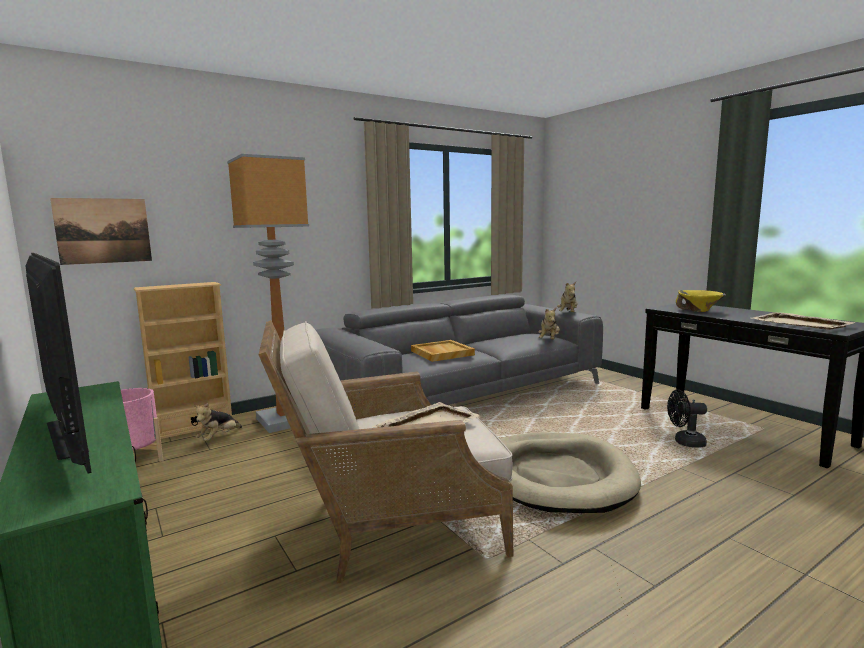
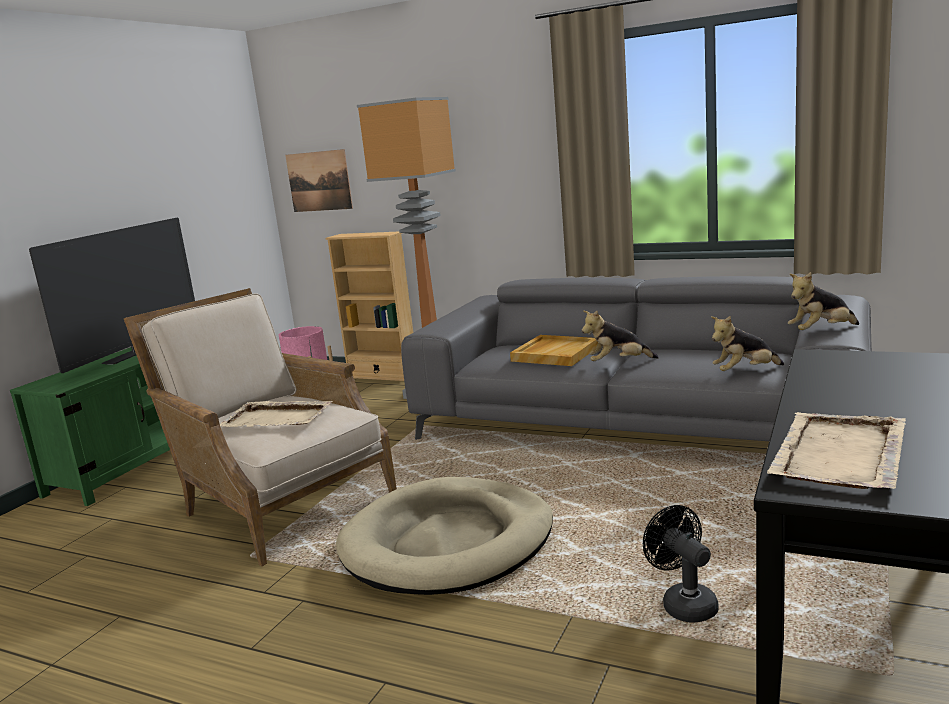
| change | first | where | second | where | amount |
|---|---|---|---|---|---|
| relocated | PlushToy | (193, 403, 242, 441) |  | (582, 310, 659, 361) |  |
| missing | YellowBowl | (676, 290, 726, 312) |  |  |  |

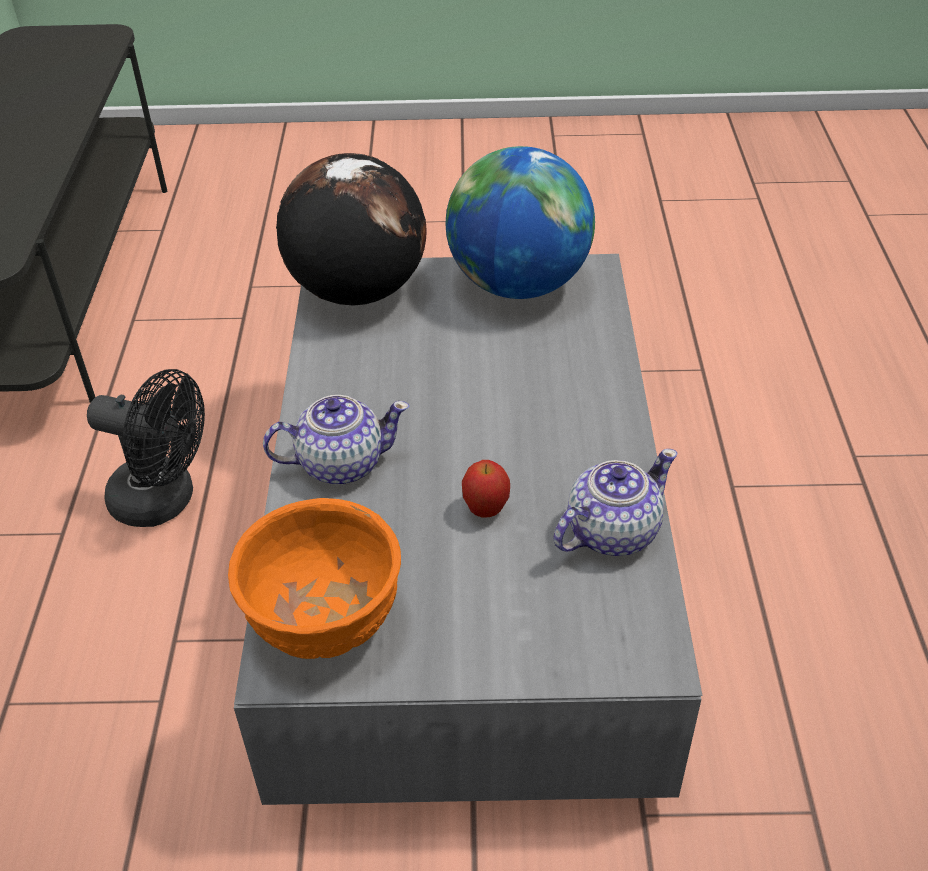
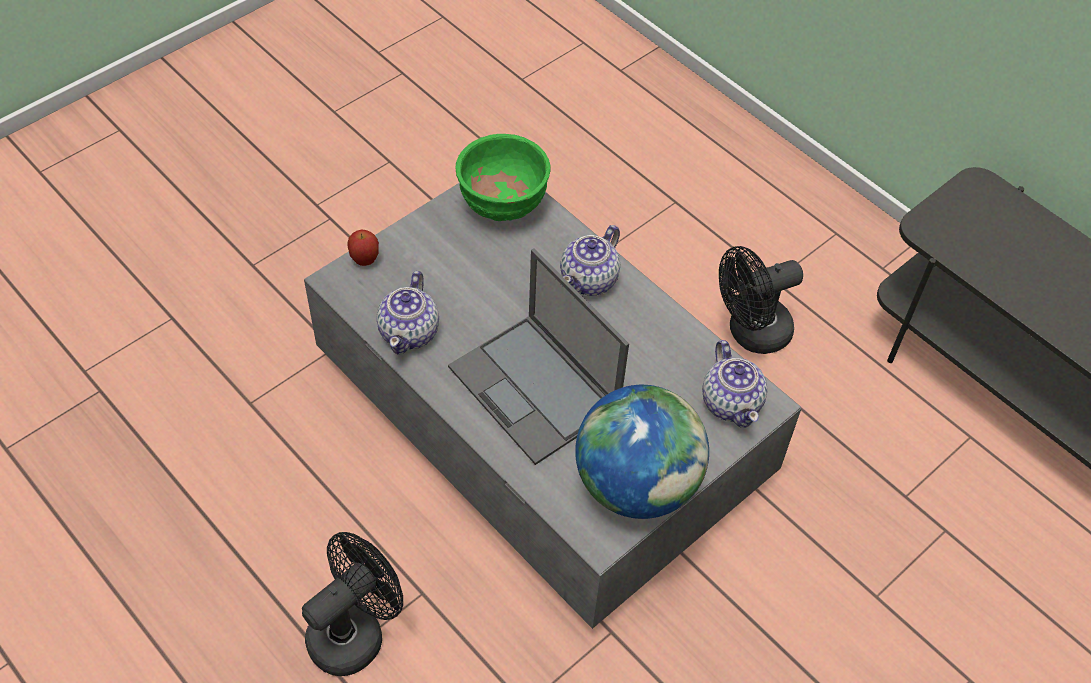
| change | first | where | second | where | amount |
|---|---|---|---|---|---|
| appeared |  |  | BlackFan | (302, 532, 403, 676) |  |
| relocated | Apple | (462, 460, 510, 518) |  | (347, 229, 379, 266) |  |
| appeared |  |  | Laptop | (448, 248, 629, 465) |  |
| colour | OrangeBowl | (228, 498, 401, 659) | GreenBowl | (455, 134, 550, 221) |  |
| exchanged | Globe | (276, 153, 426, 305) | Teapot | (702, 340, 768, 428) |  |

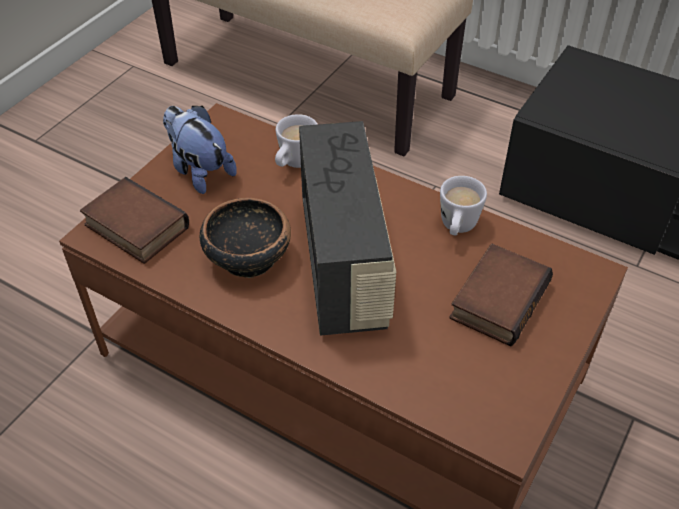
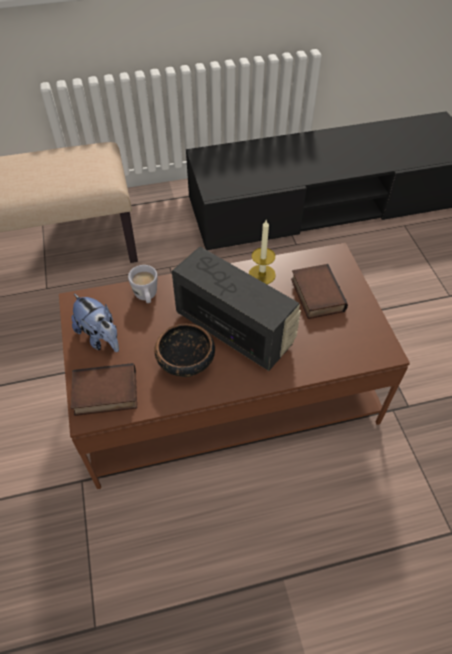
| change | first | where | second | where | amount |
|---|---|---|---|---|---|
| spun | PlushToy | (163, 106, 237, 194) |  | (71, 294, 119, 352) | 135 degrees counterclockwise |
| exchanged | WhiteMug | (440, 176, 487, 235) | Candle | (249, 219, 276, 284) |  |

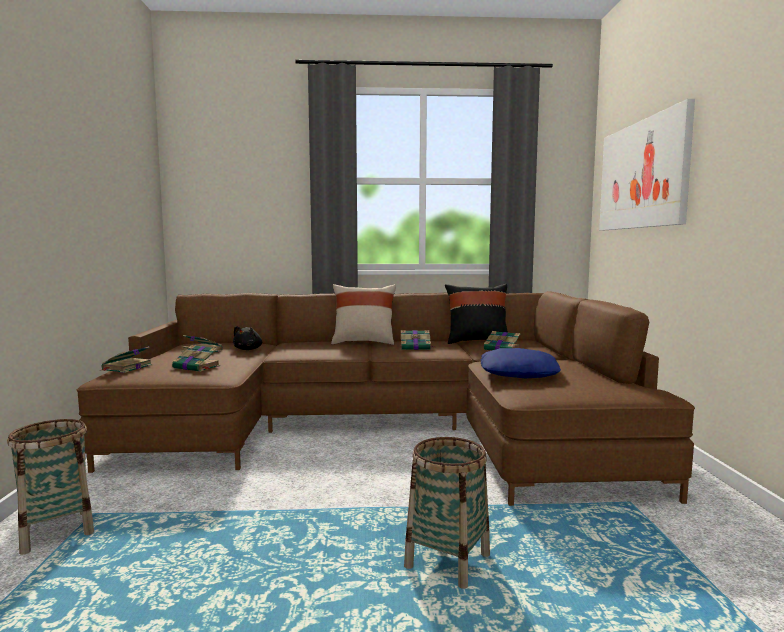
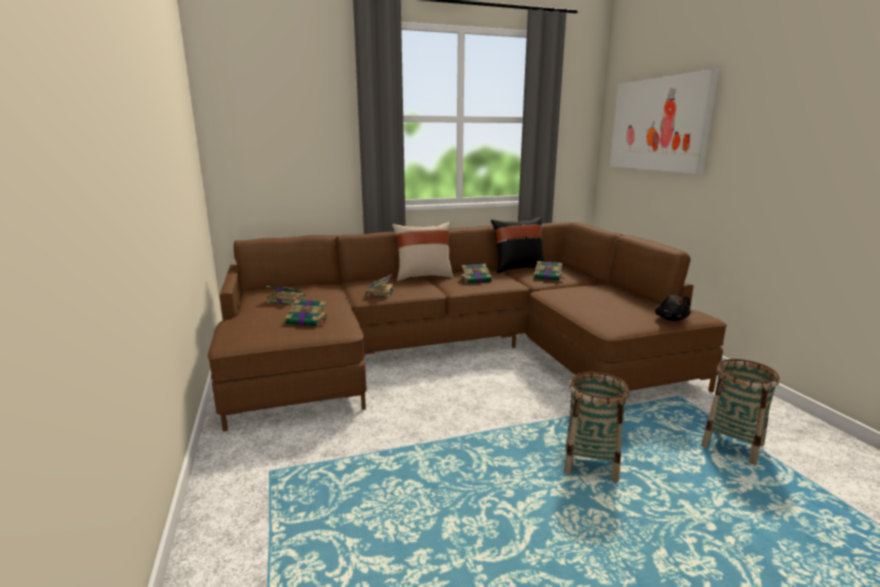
| change | first | where | second | where | amount |
|---|---|---|---|---|---|
| relocated | Book | (102, 346, 153, 373) |  | (366, 274, 395, 297) |  |
| relocated | BlackPlushToy | (233, 326, 262, 350) |  | (655, 295, 691, 321) |  |
| relocated | Basket | (7, 419, 94, 555) |  | (701, 359, 780, 465) |  |
| missing | BluePillow | (481, 348, 561, 378) |  |  |  |

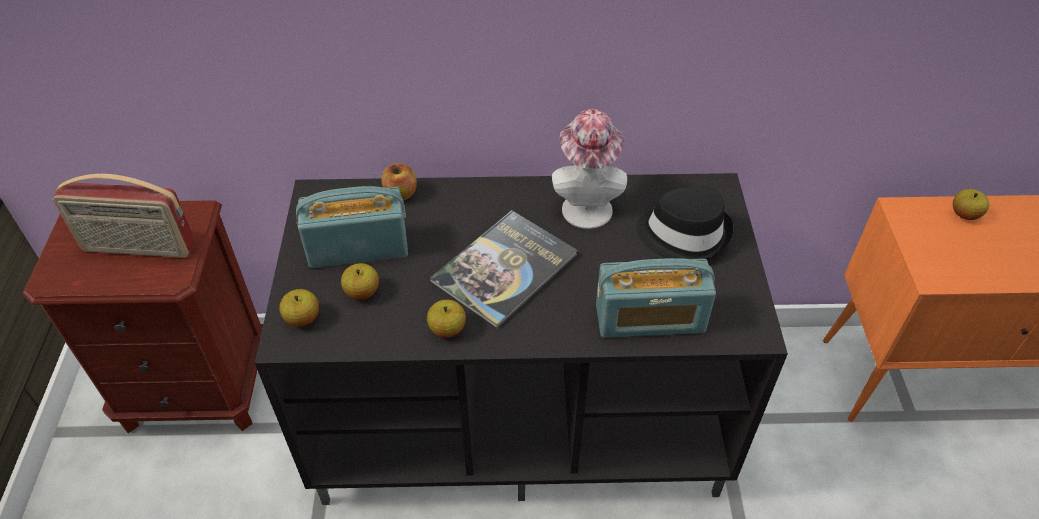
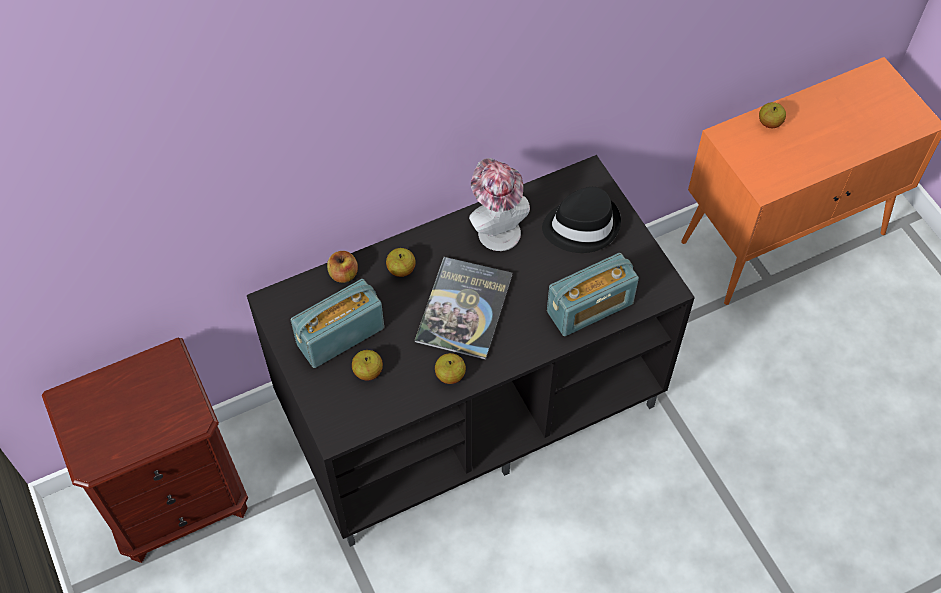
| change | first | where | second | where | amount |
|---|---|---|---|---|---|
| relocated | Apple | (279, 289, 319, 327) |  | (386, 248, 416, 277) |  |
| missing | Radio | (53, 174, 195, 258) |  |  |  |

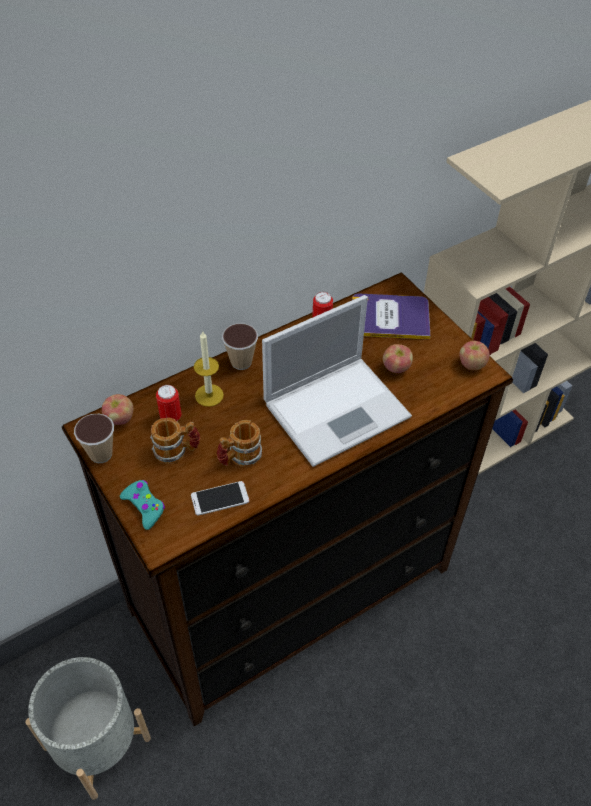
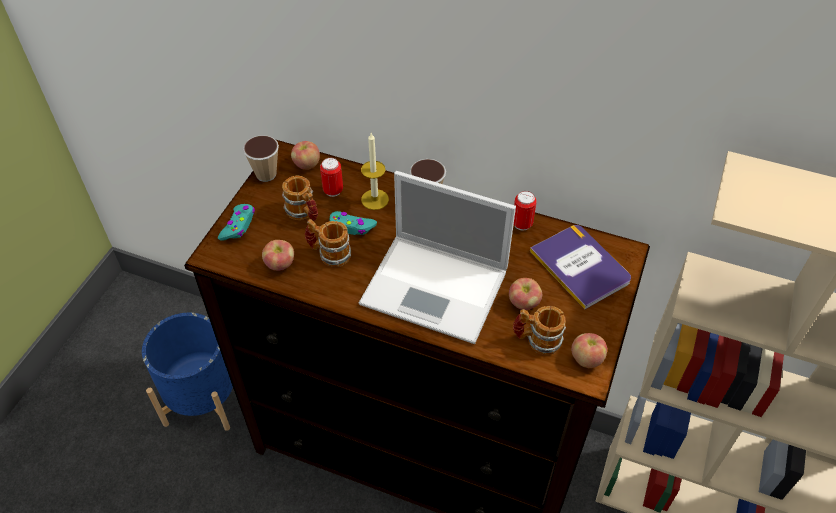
| change | first | where | second | where | amount |
|---|---|---|---|---|---|
| colour | GreyPlanter | (25, 657, 151, 800) | BluePlanter | (142, 313, 233, 431) |  |
| exchanged | Phone | (191, 481, 249, 516) | Apple | (262, 240, 294, 271) |  |
| appeared |  |  | TurquoiseGameController | (329, 211, 377, 235) |  |
| appeared |  |  | Mug | (513, 306, 566, 355) |  |

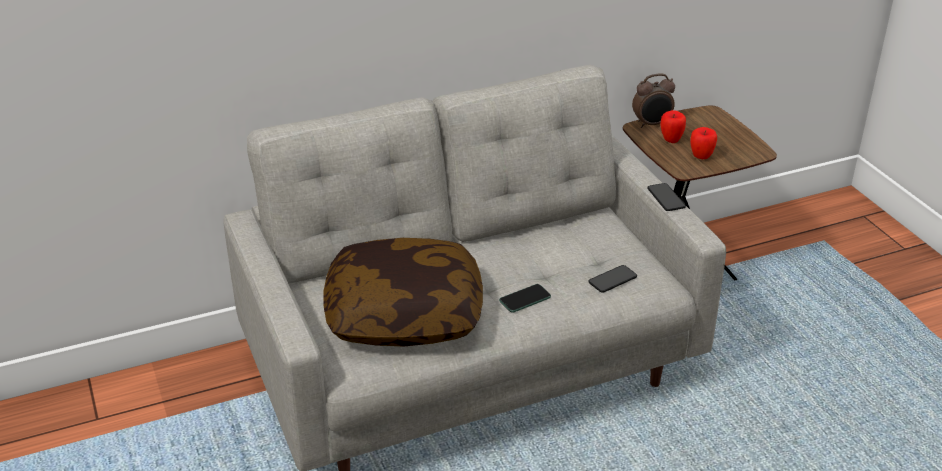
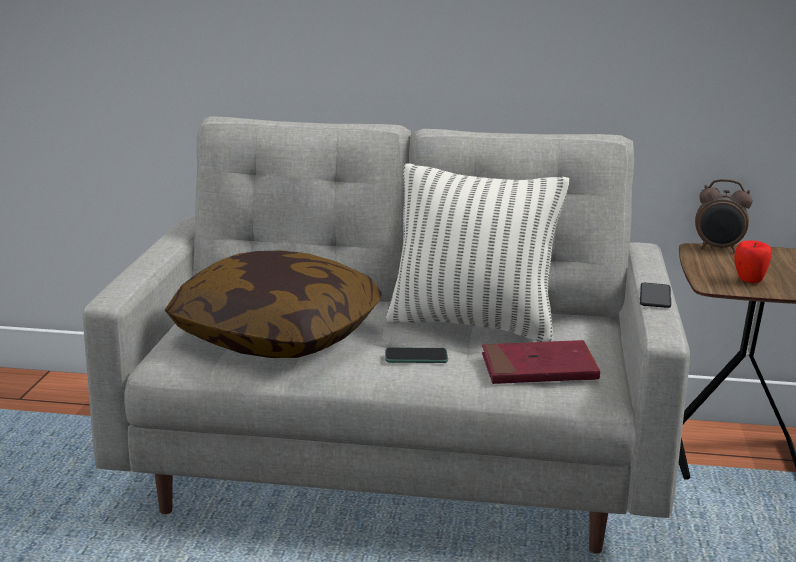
| change | first | where | second | where | amount |
|---|---|---|---|---|---|
| appeared |  |  | Pillow | (386, 163, 569, 342) |  |
| exchanged | Phone | (588, 265, 637, 293) | RedBook | (482, 340, 600, 384) |  |
| missing | Apple | (660, 110, 686, 143) |  |  |  |

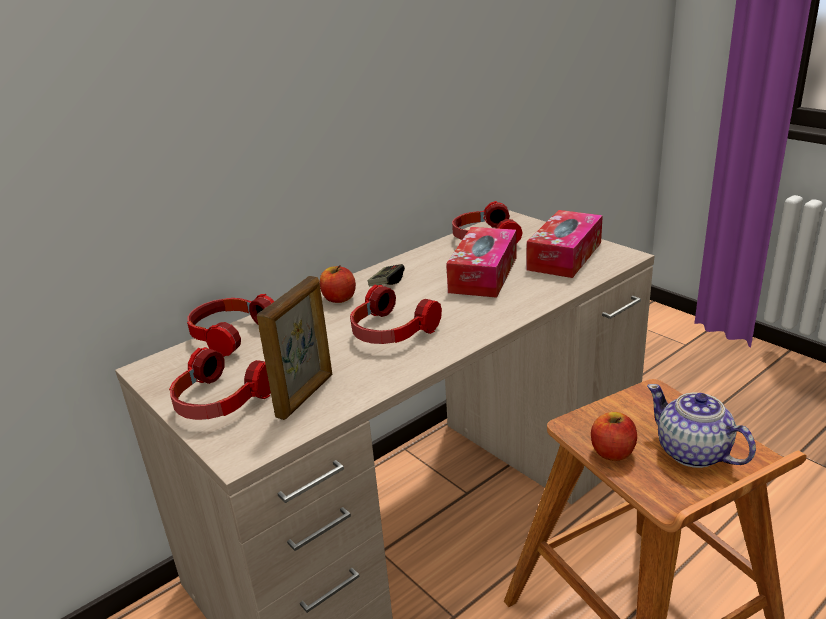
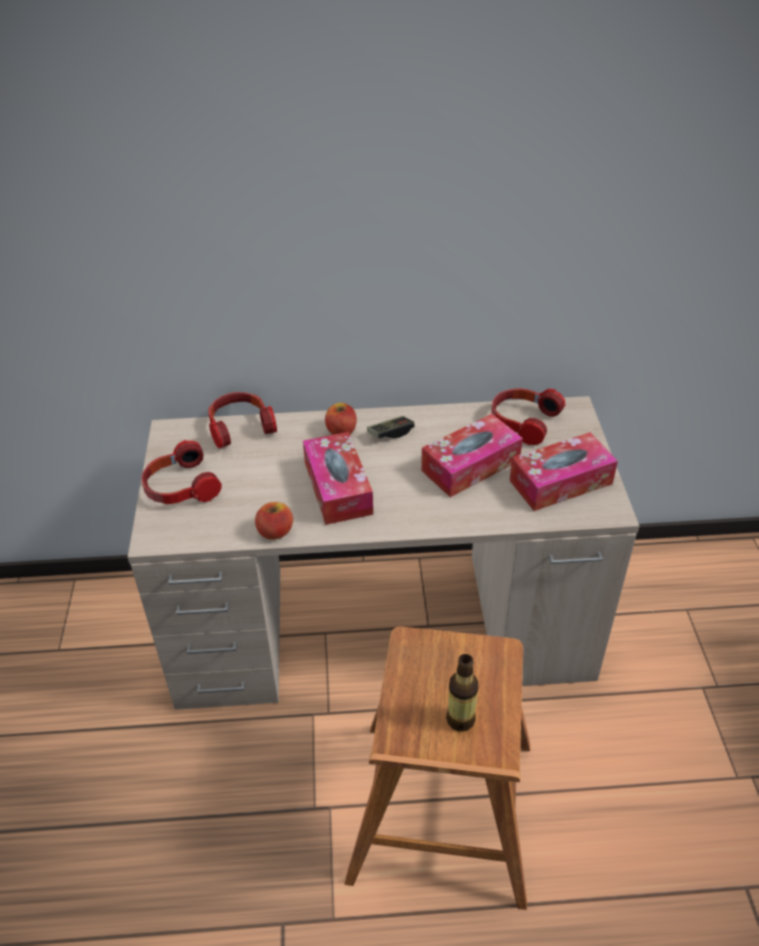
| change | first | where | second | where | amount |
|---|---|---|---|---|---|
| relocated | Apple | (591, 412, 637, 461) |  | (255, 502, 293, 540) |  |
| exchanged | Headphones | (350, 284, 442, 344) | TissueBox | (303, 432, 373, 525) |  |
| exchanged | Teapot | (647, 384, 756, 468) | Bottle | (446, 654, 479, 732) |  |
| missing | PictureFrame | (257, 276, 332, 420) |  |  |  |

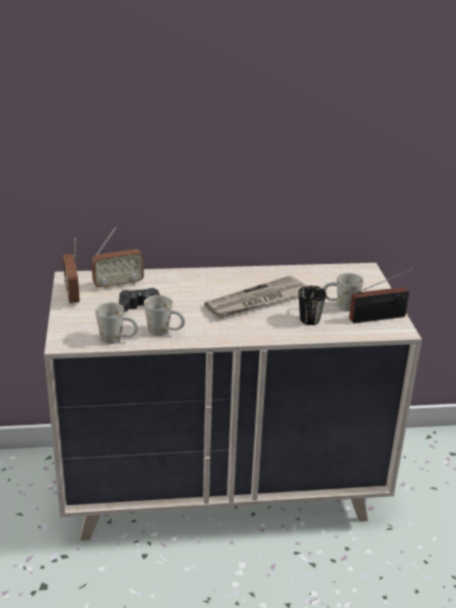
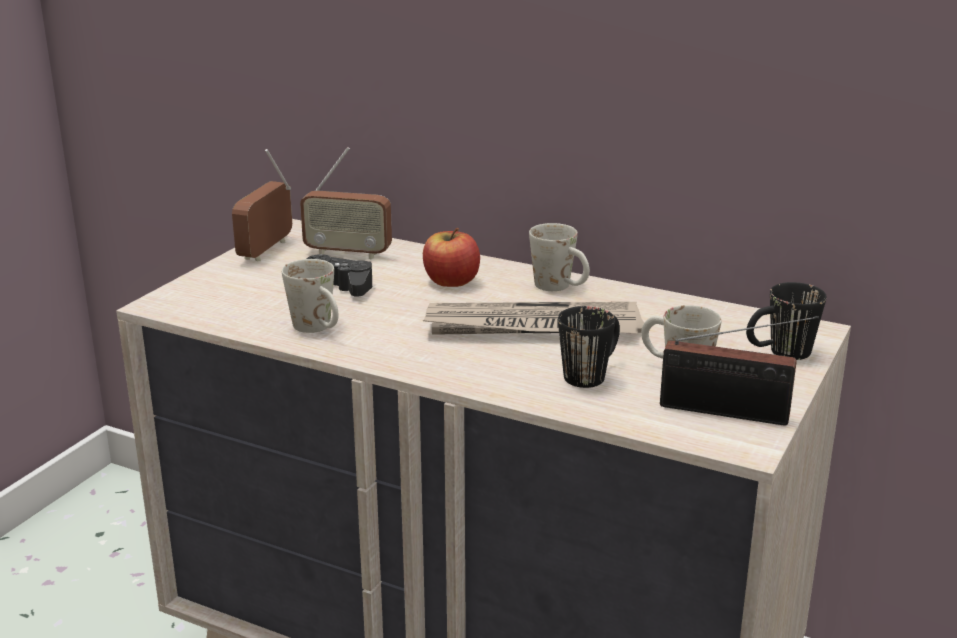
| change | first | where | second | where | amount |
|---|---|---|---|---|---|
| appeared |  |  | Apple | (423, 228, 480, 287) |  |
| relocated | WhiteMug | (95, 302, 138, 344) |  | (529, 223, 590, 291) |  |
| appeared |  |  | BlackMug | (746, 282, 826, 360) |  |

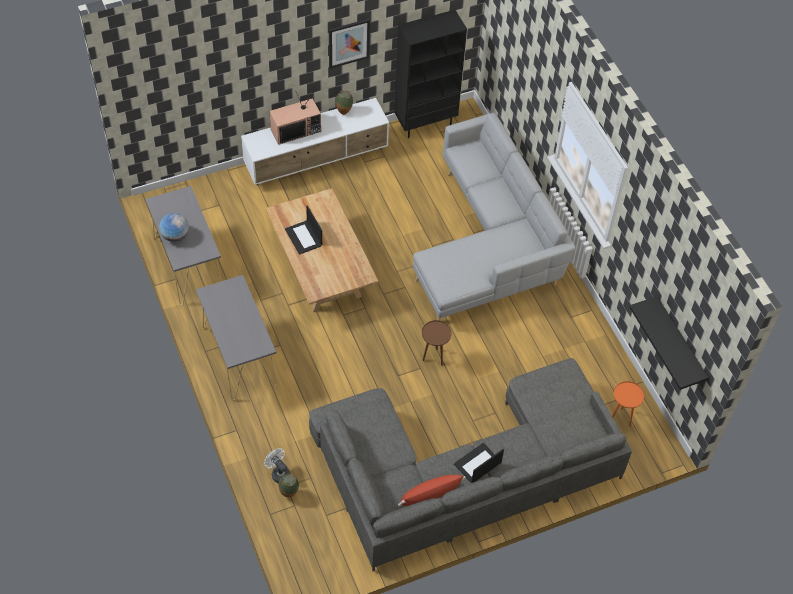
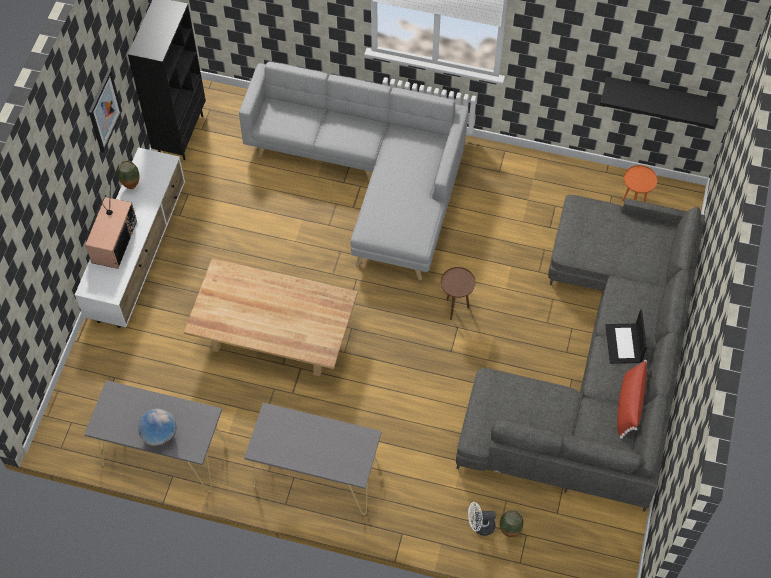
| change | first | where | second | where | amount |
|---|---|---|---|---|---|
| missing | Laptop | (285, 205, 322, 255) |  |  |  |

